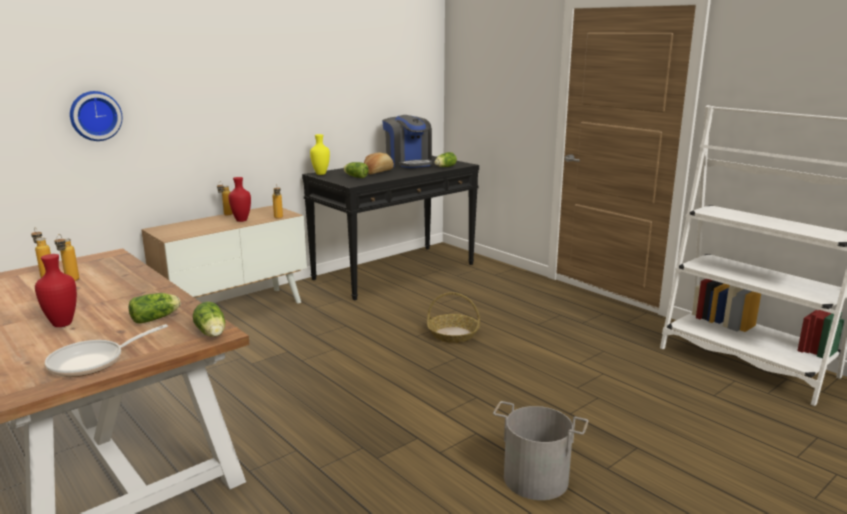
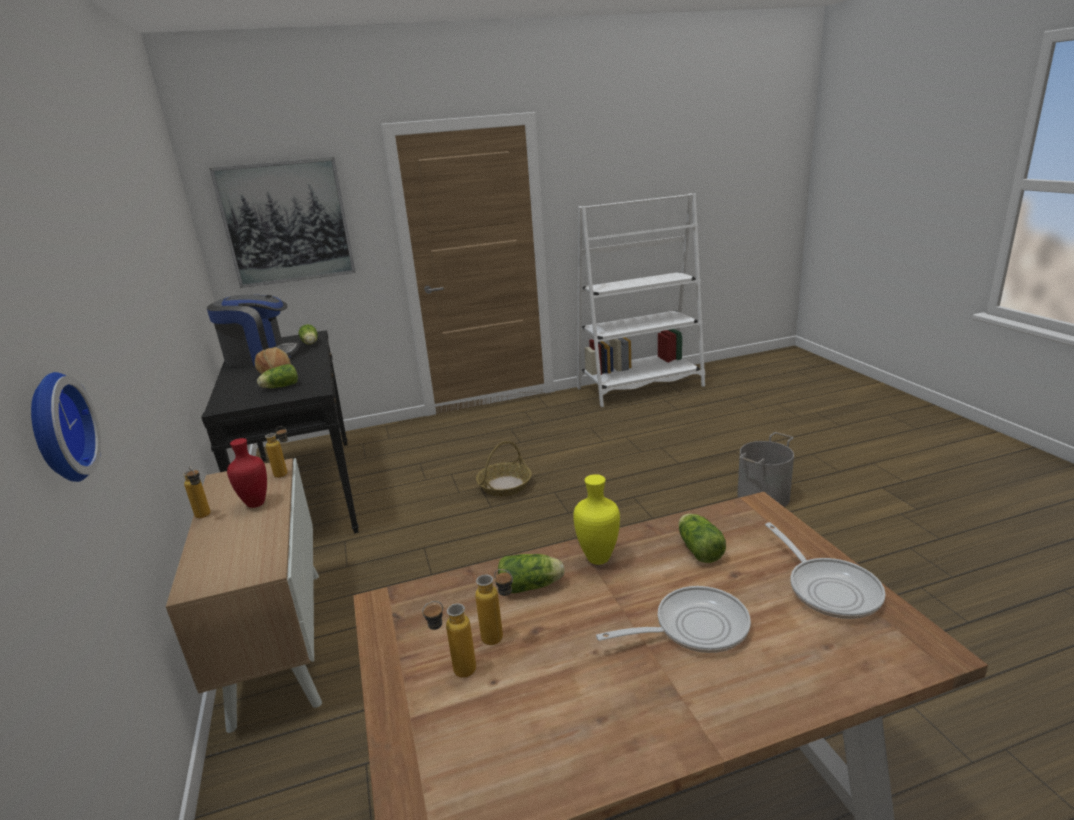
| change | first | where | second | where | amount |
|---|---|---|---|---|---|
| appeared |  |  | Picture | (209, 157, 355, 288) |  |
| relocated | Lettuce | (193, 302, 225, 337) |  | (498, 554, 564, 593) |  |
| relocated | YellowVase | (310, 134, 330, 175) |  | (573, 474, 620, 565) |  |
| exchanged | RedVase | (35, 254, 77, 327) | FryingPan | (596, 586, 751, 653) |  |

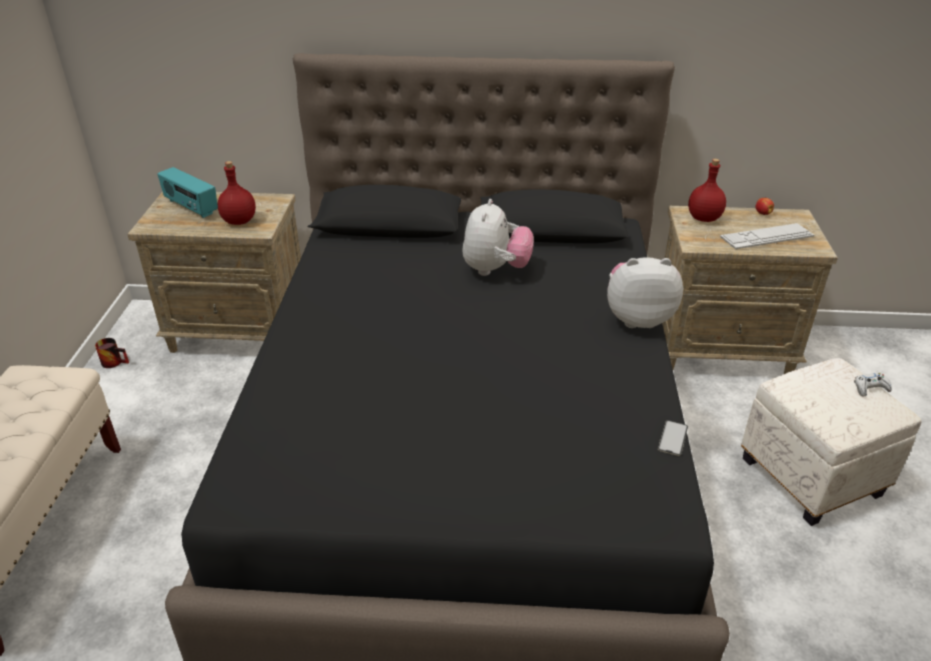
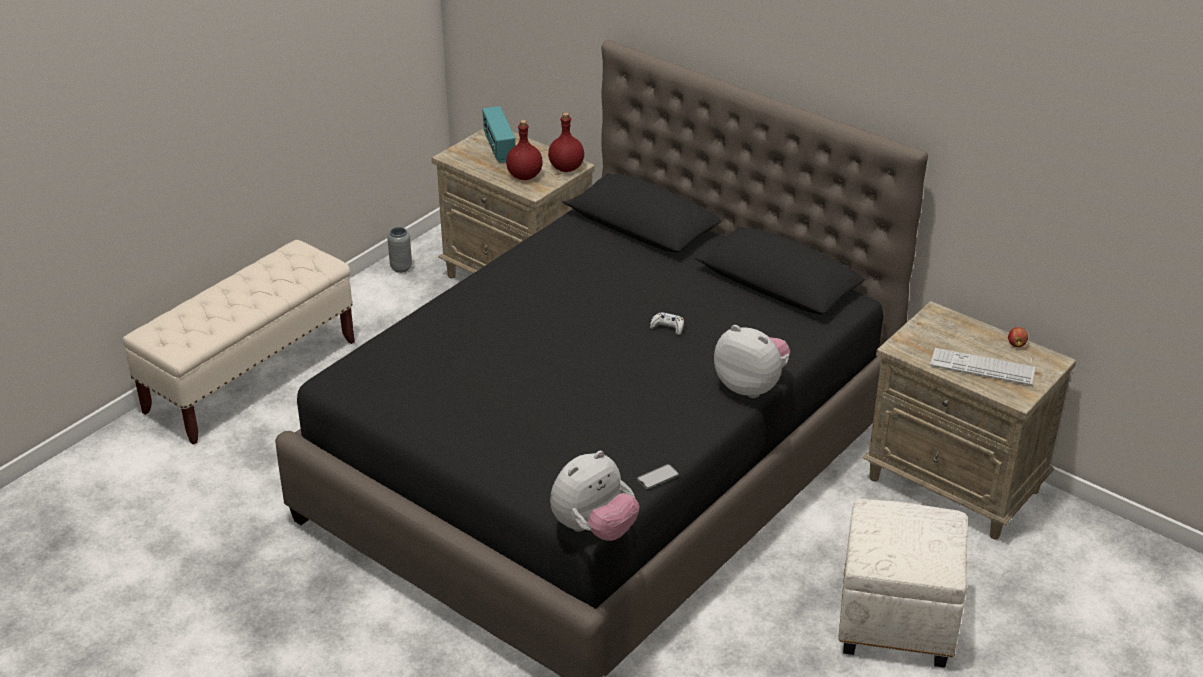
| change | first | where | second | where | amount |
|---|---|---|---|---|---|
| exchanged | Mug | (95, 338, 129, 368) | GreyVase | (387, 227, 412, 273) |  |
| relocated | RedBottle | (688, 159, 726, 222) |  | (548, 112, 584, 172) |  |
| relocated | PlushToy | (462, 199, 534, 276) |  | (550, 451, 640, 541) |  |
| relocated | WhiteGameController | (854, 373, 892, 397) |  | (650, 312, 684, 335) |  |

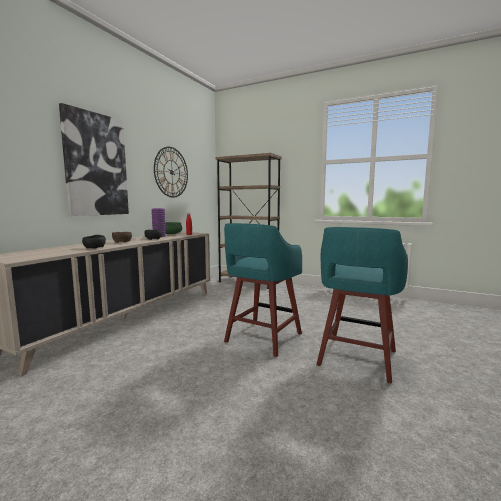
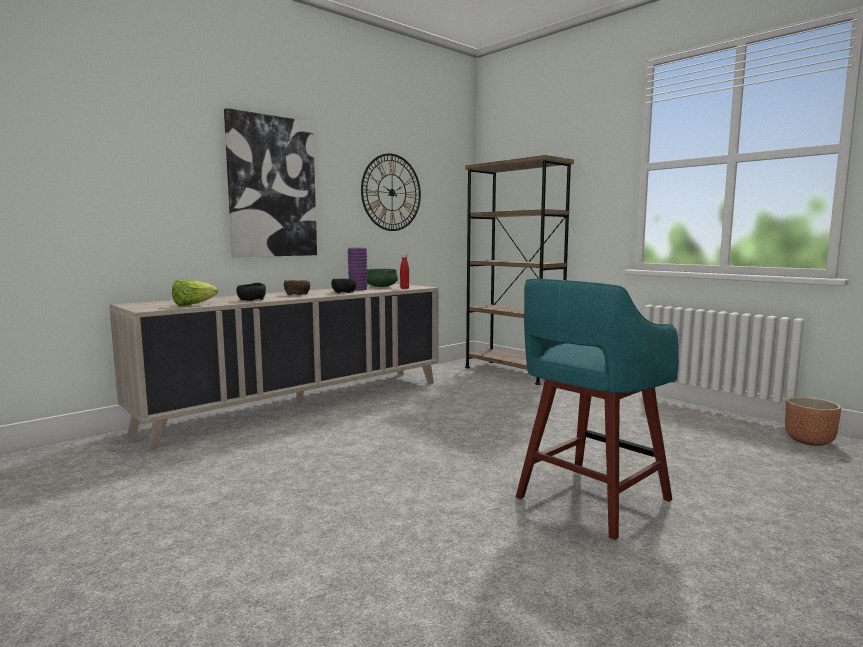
| change | first | where | second | where | amount |
|---|---|---|---|---|---|
| appeared |  |  | Lettuce | (172, 279, 218, 306) |  |
| appeared |  |  | BrownPlanter | (785, 397, 841, 446) |  |
| missing | TurquoiseStool | (224, 223, 302, 357) |  |  |  |

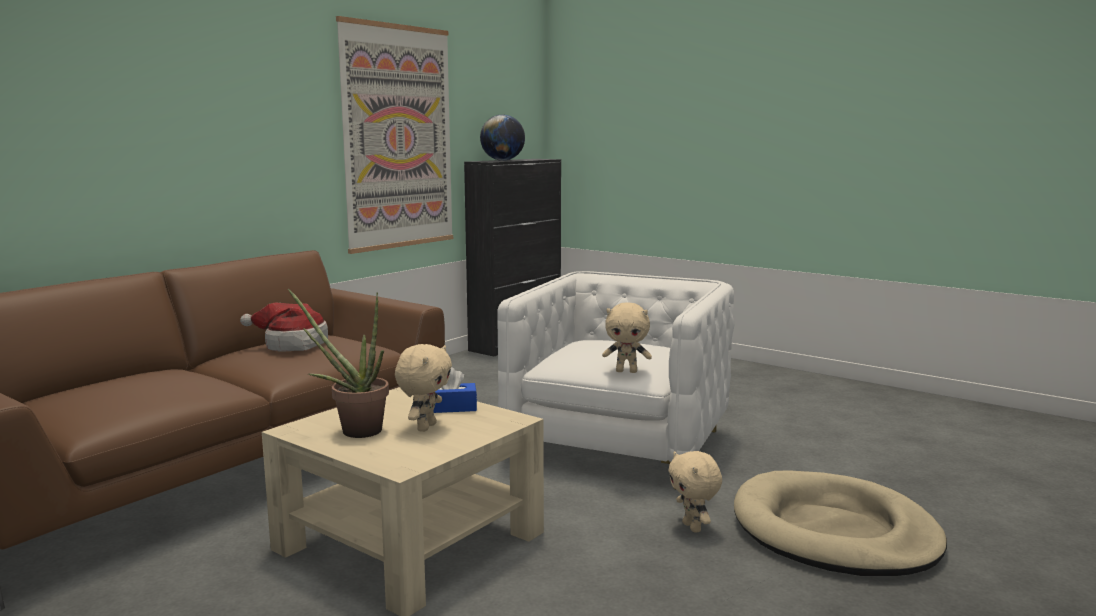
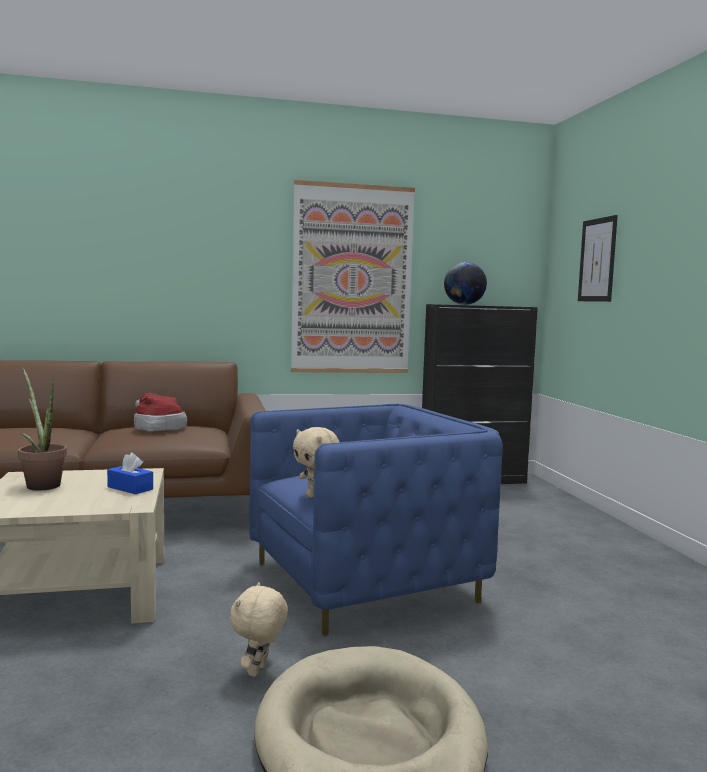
| change | first | where | second | where | amount |
|---|---|---|---|---|---|
| colour | WhiteArmchair | (497, 271, 735, 489) | BlueArmchair | (249, 404, 503, 636) |  |
| appeared |  |  | Picture | (578, 215, 618, 302) |  |
| missing | BeigePlushToy | (395, 344, 452, 432) |  |  |  |

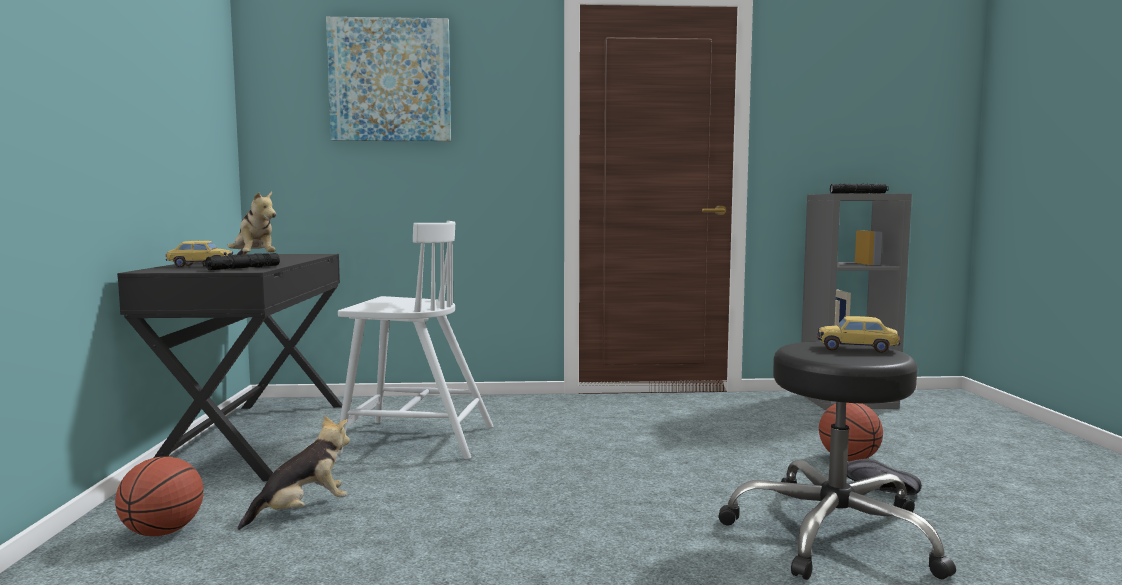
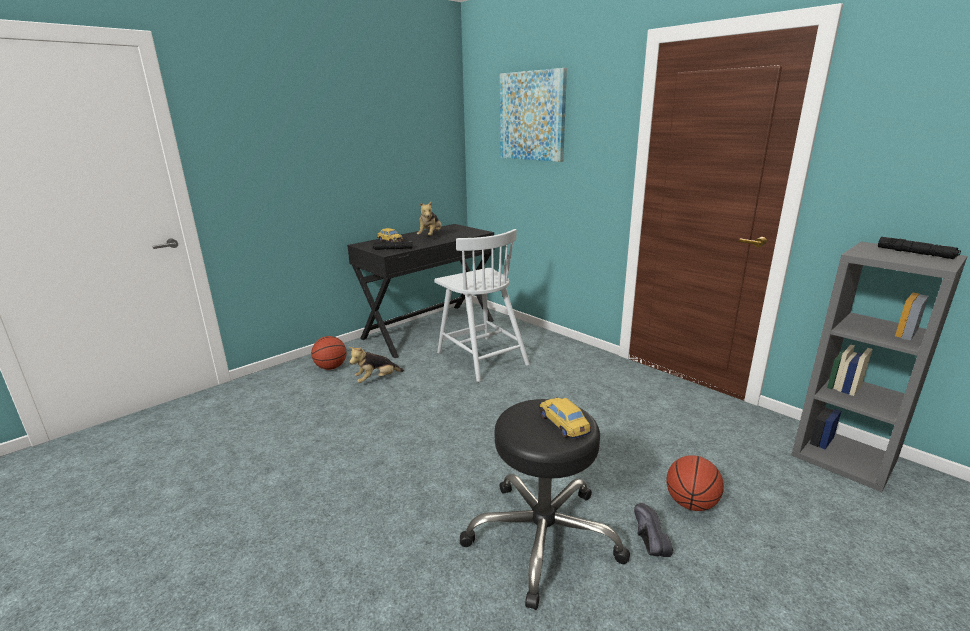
| change | first | where | second | where | amount |
|---|---|---|---|---|---|
| spun | PlushToy | (238, 415, 350, 530) |  | (349, 347, 404, 383) | 135 degrees clockwise |

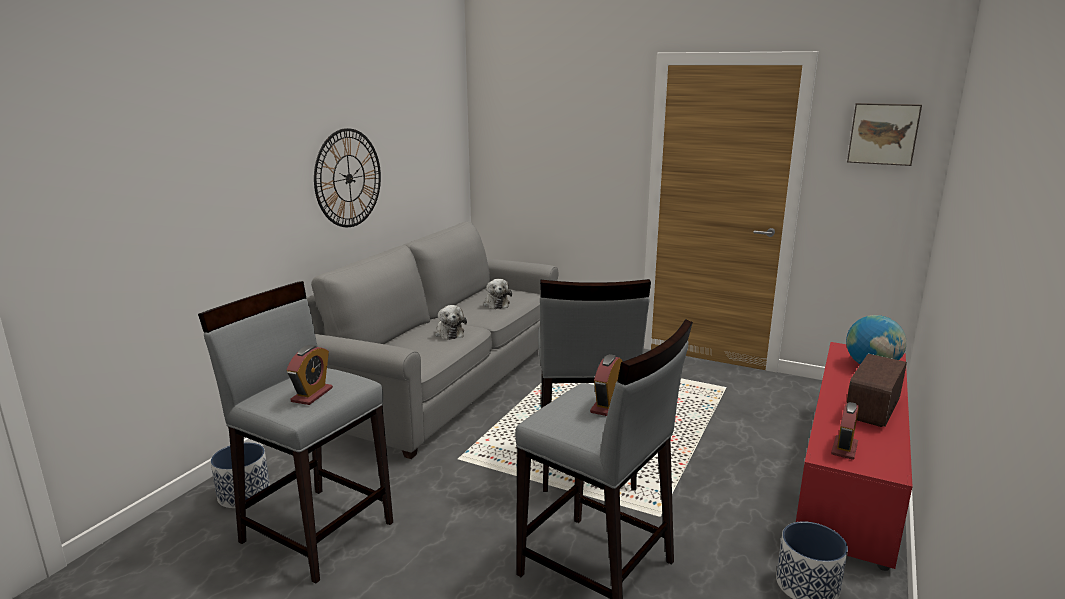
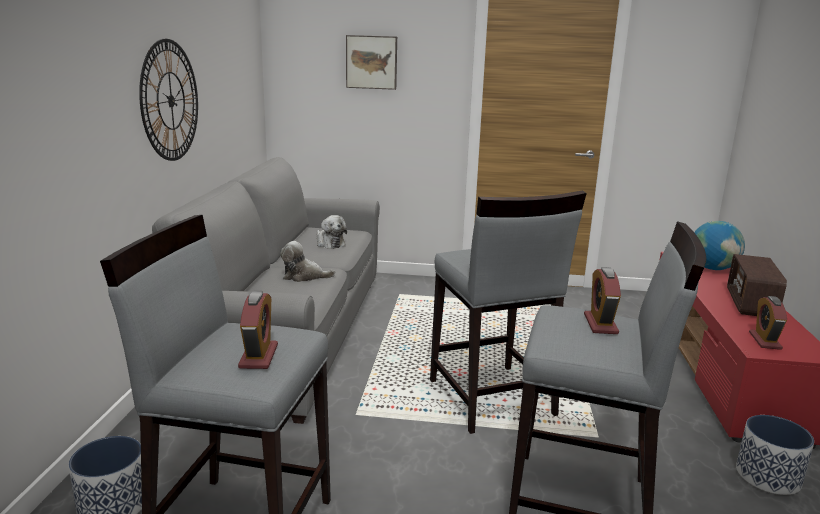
| change | first | where | second | where | amount |
|---|---|---|---|---|---|
| spun | PlushToy | (435, 305, 467, 340) |  | (280, 241, 335, 282) | 135 degrees clockwise |
| relocated | Picture | (847, 103, 922, 166) |  | (346, 35, 397, 90) |  |

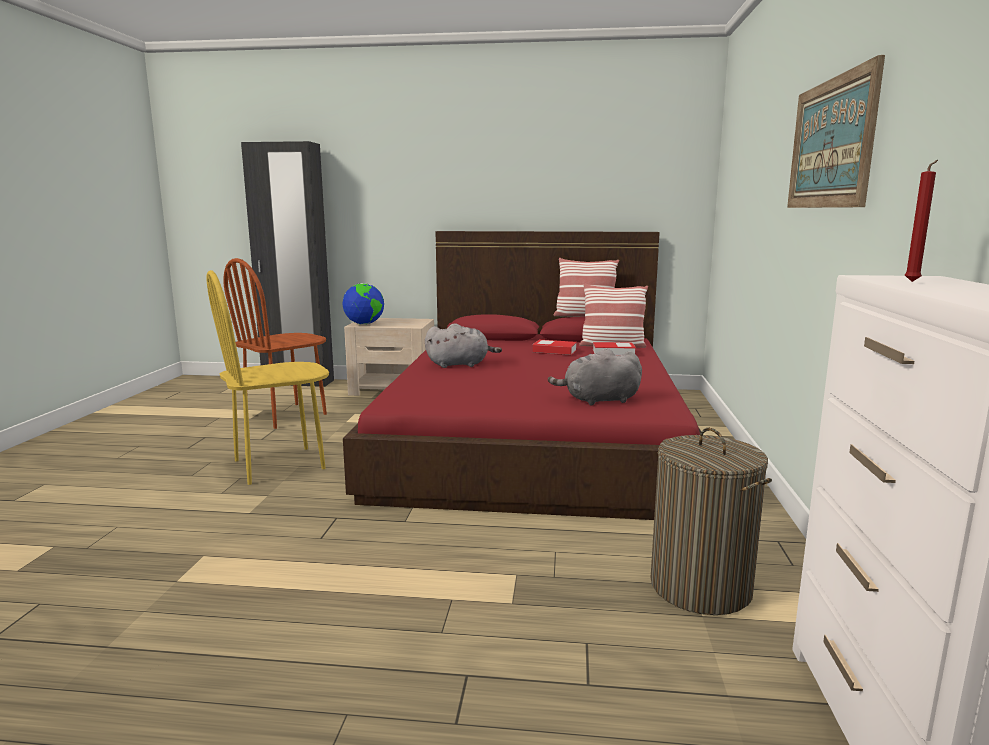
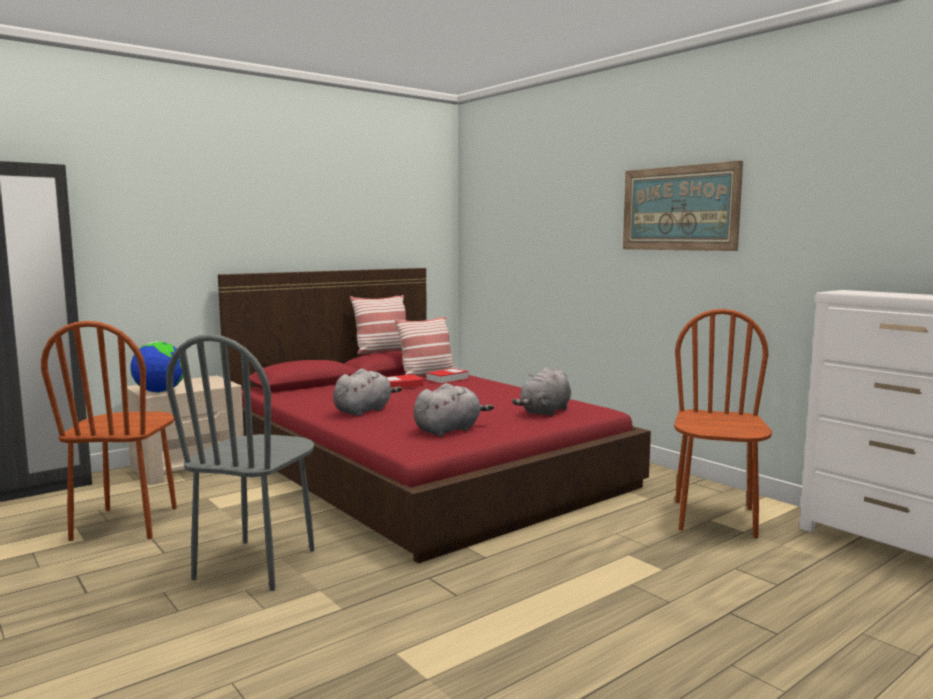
| change | first | where | second | where | amount |
|---|---|---|---|---|---|
| colour | YellowChair | (207, 270, 329, 485) | GreyChair | (166, 334, 315, 591) |  |
| appeared |  |  | GreyPlushToy | (414, 383, 494, 436) |  |
| exchanged | LaundryBasket | (651, 428, 772, 615) | BrownChair | (674, 309, 772, 538) |  |
| missing | RedCandle | (905, 160, 938, 282) |  |  |  |

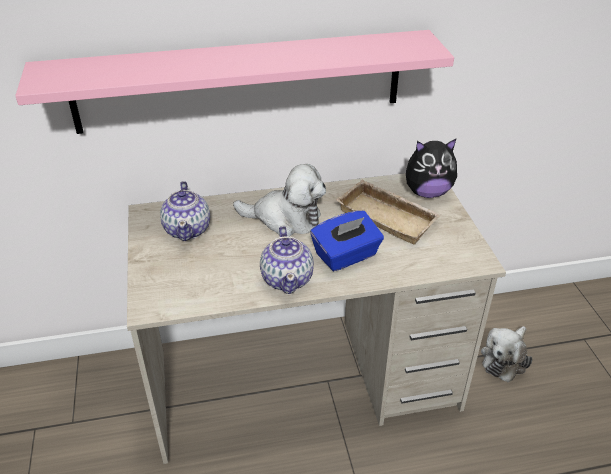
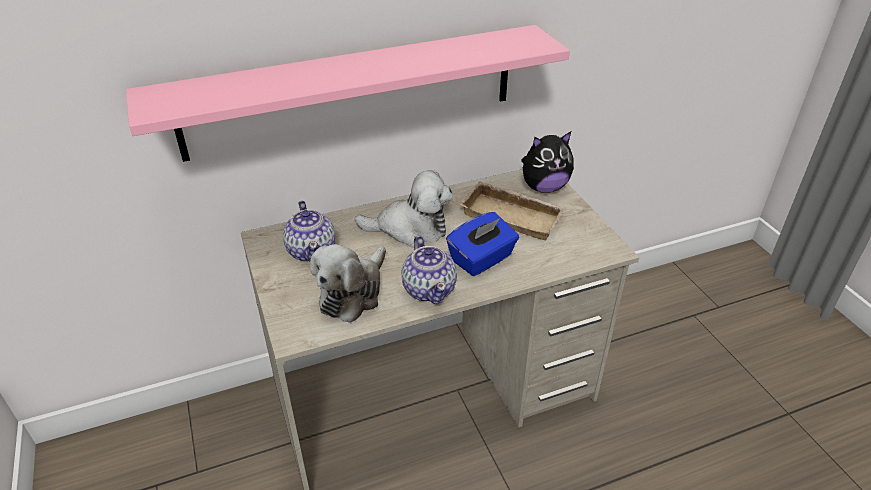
| change | first | where | second | where | amount |
|---|---|---|---|---|---|
| relocated | PlushToy | (481, 326, 533, 382) |  | (310, 244, 386, 323) |  |

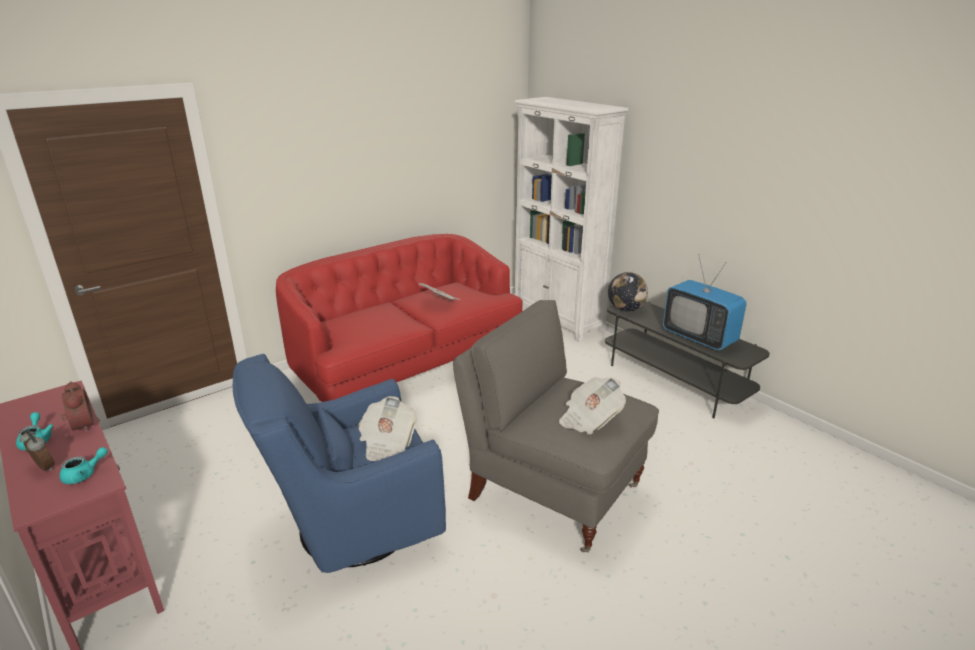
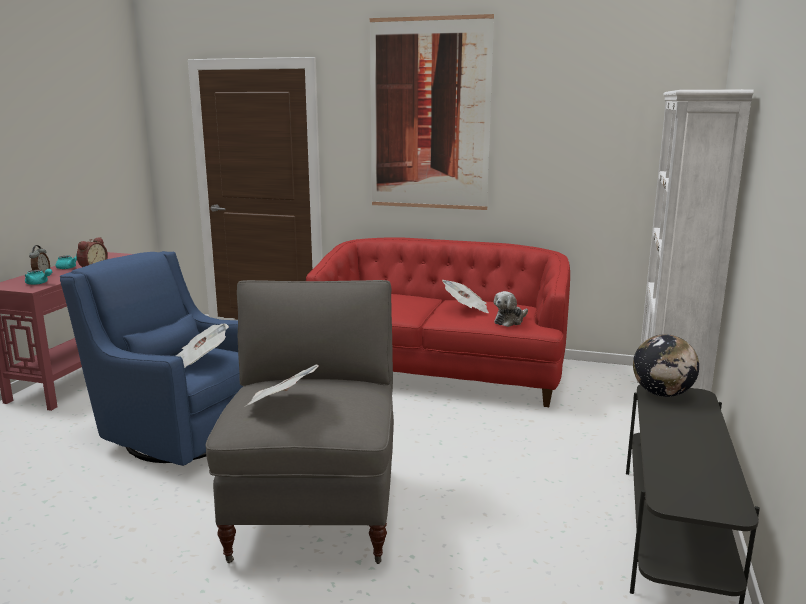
| change | first | where | second | where | amount |
|---|---|---|---|---|---|
| appeared |  |  | Picture | (370, 14, 494, 210) |  |
| appeared |  |  | PlushToy | (494, 291, 528, 327) |  |
| missing | Television | (663, 254, 747, 350) |  |  |  |

